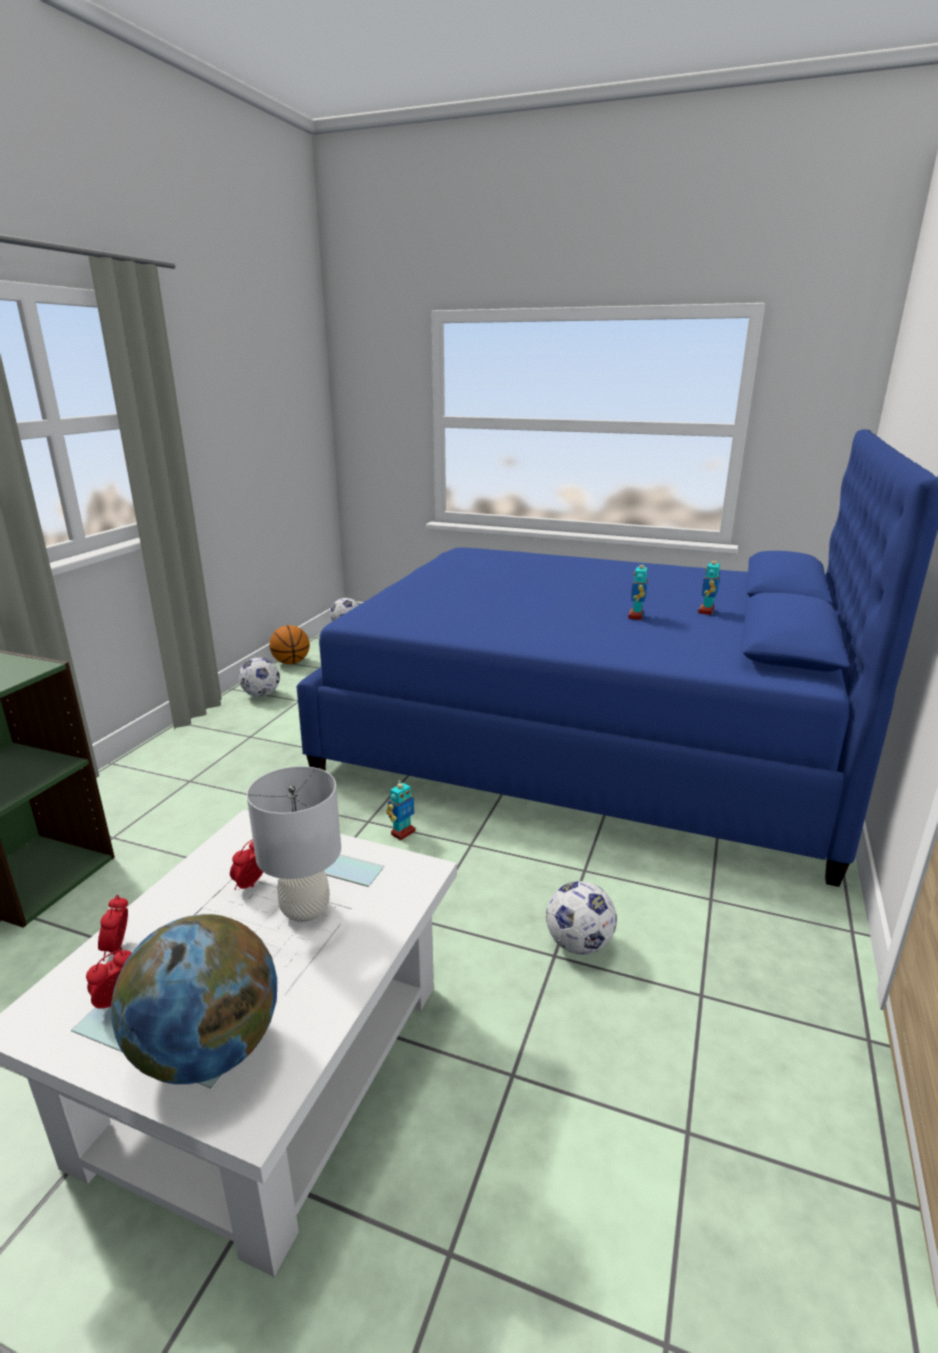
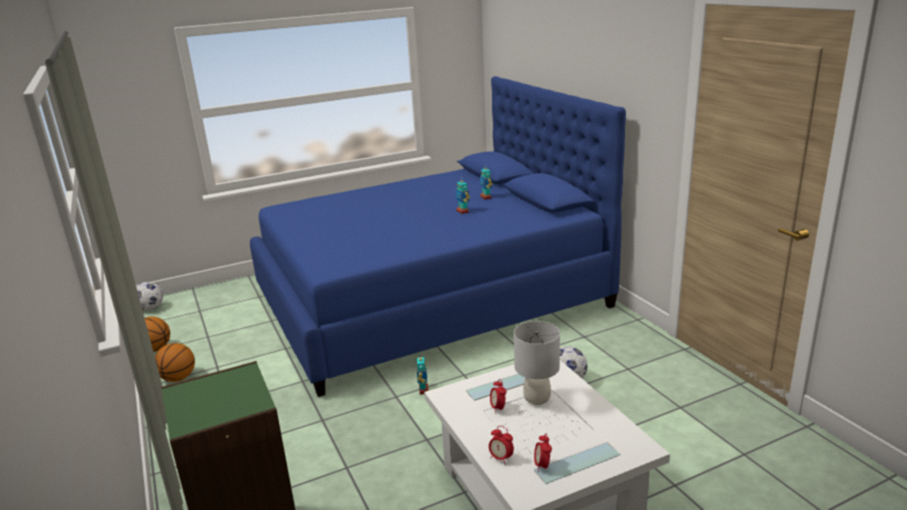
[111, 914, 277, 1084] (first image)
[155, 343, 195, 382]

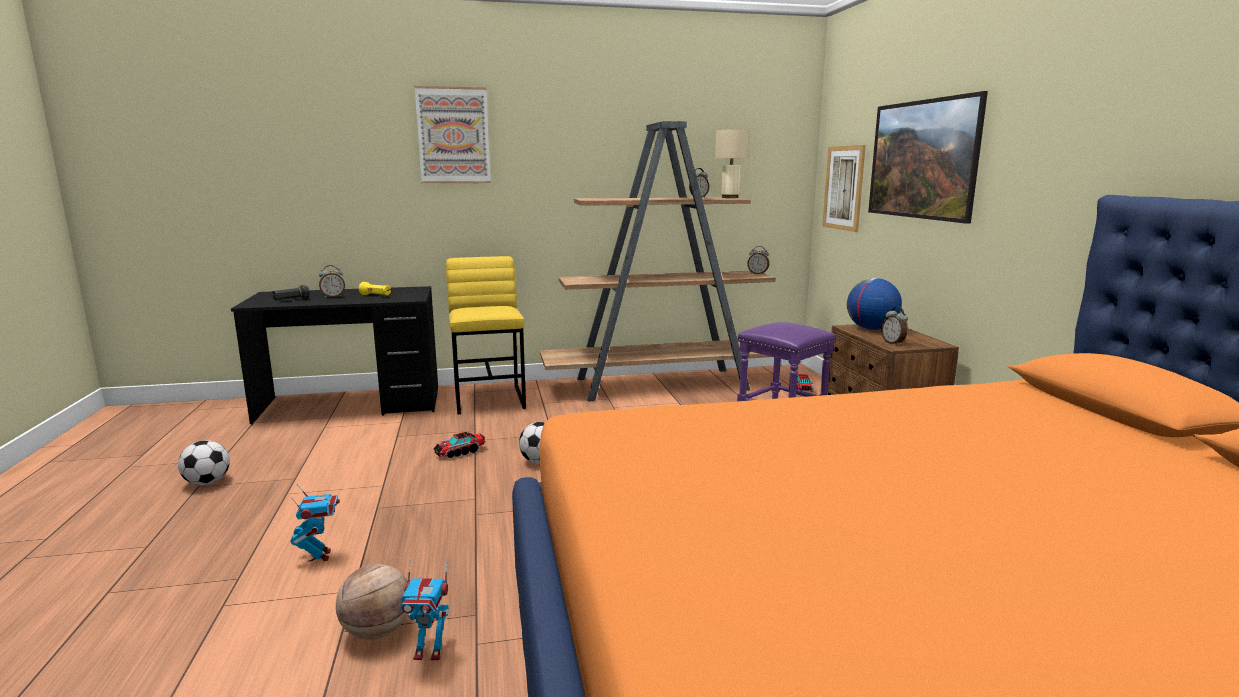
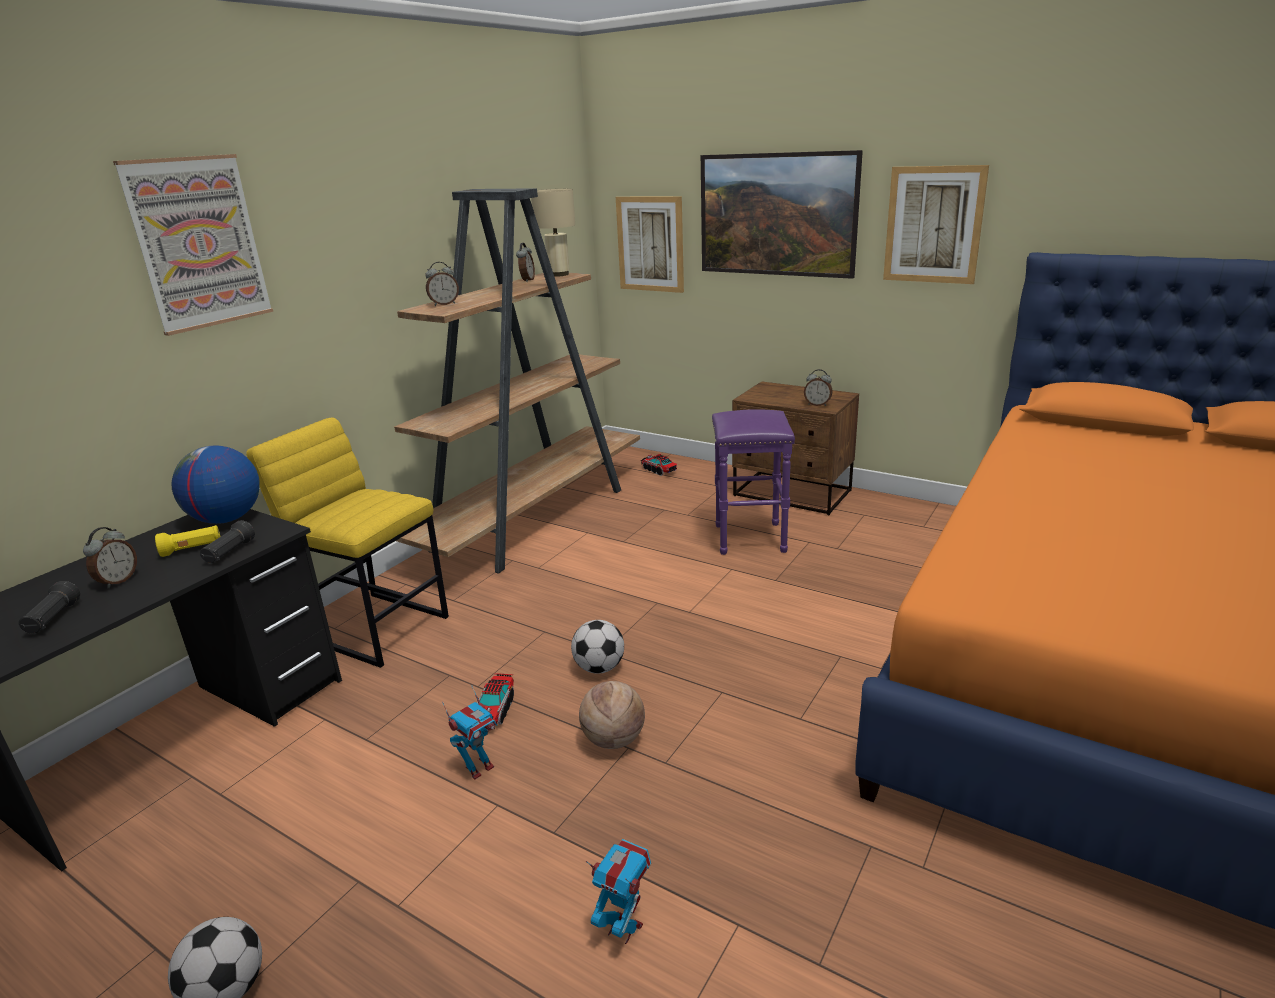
[200, 520, 255, 563]
[883, 165, 989, 284]
[579, 681, 645, 749]
[442, 685, 497, 779]
[425, 262, 459, 306]
[171, 446, 260, 524]

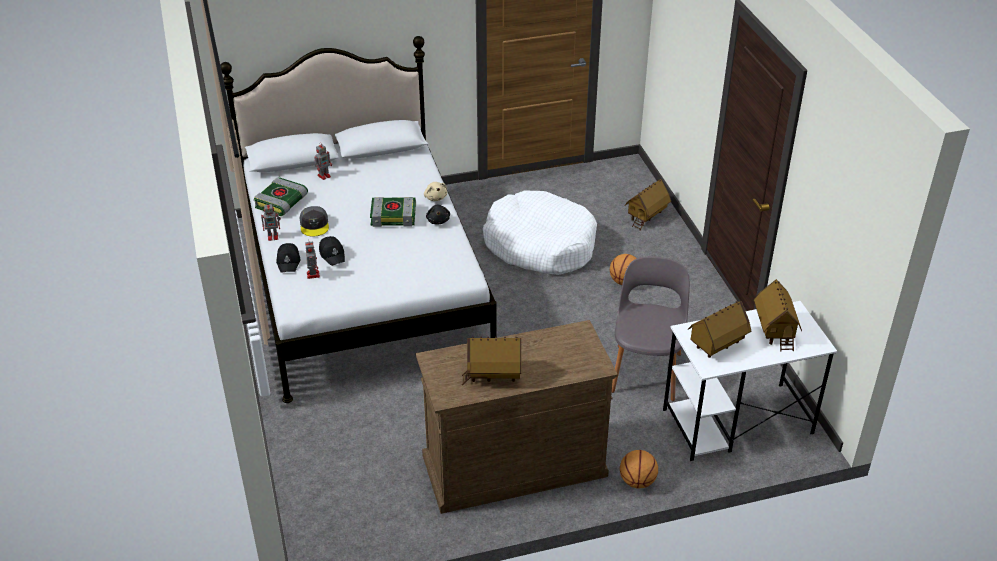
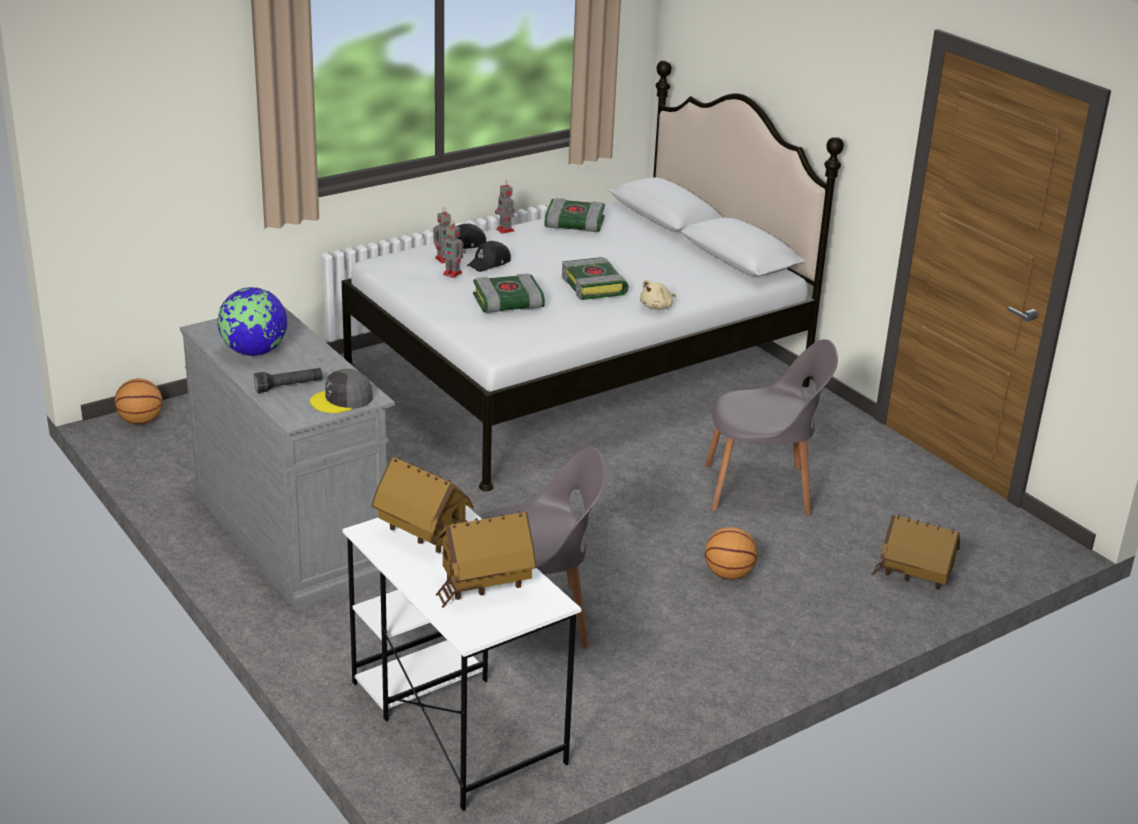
[426, 205, 450, 225] (first image)
[254, 368, 322, 393]
[473, 273, 545, 313]
[310, 369, 373, 413]
[440, 221, 466, 278]
[115, 378, 163, 425]
[217, 287, 287, 356]
[705, 339, 838, 516]
[180, 306, 395, 611]

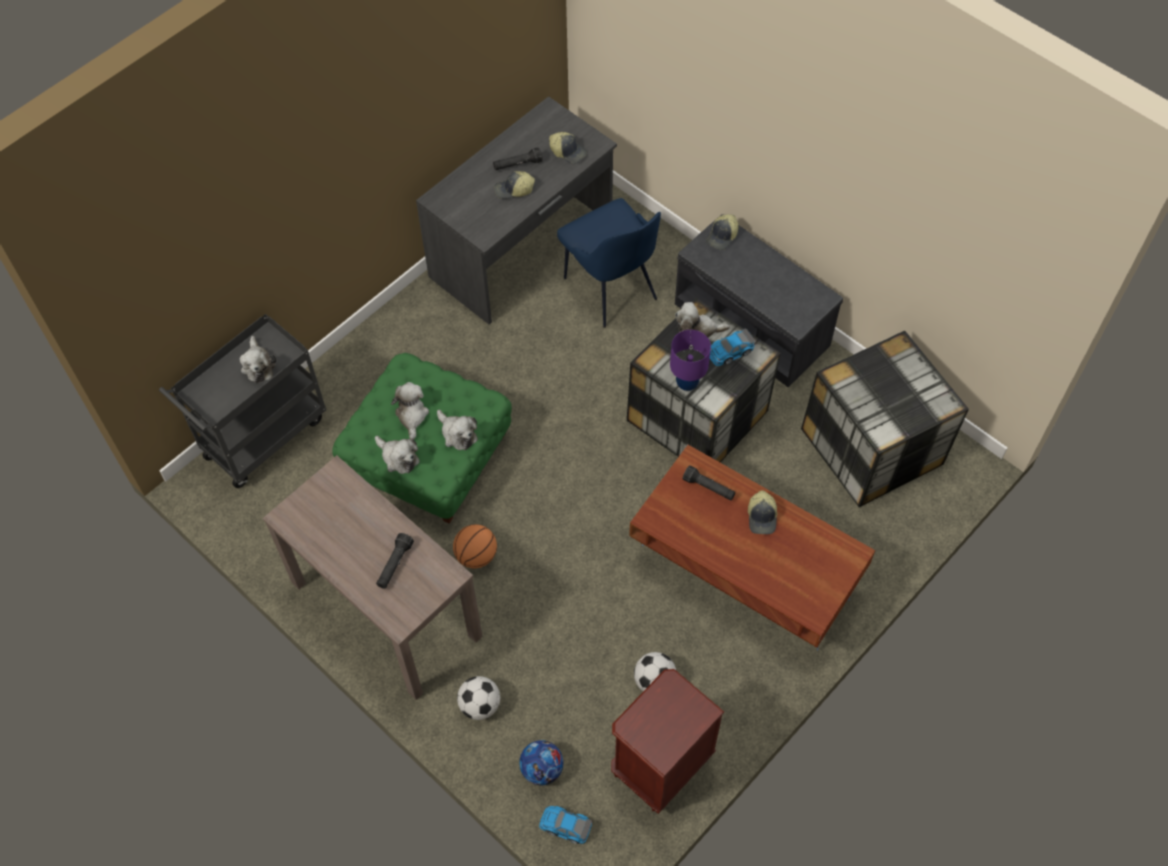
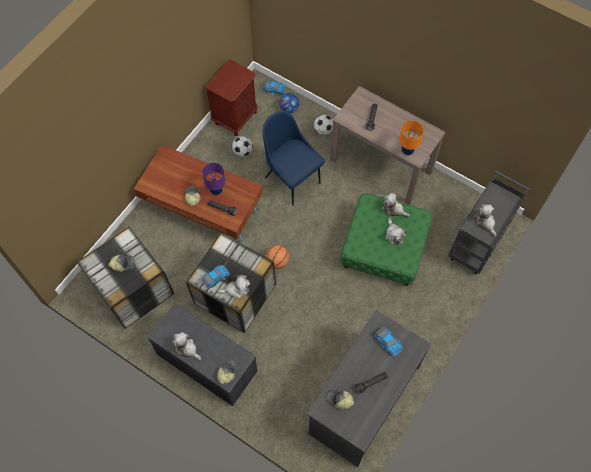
[375, 326, 403, 357]
[399, 121, 424, 155]
[171, 332, 201, 361]
[266, 245, 290, 269]
[108, 255, 135, 272]
[263, 110, 325, 206]
[202, 163, 225, 195]

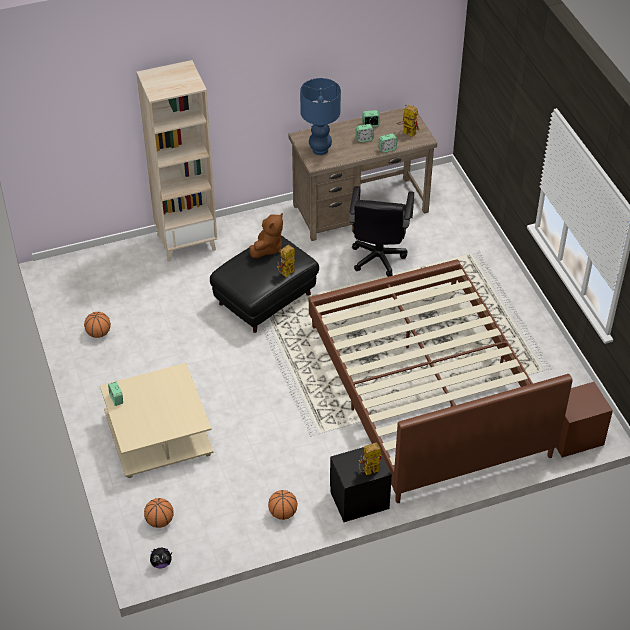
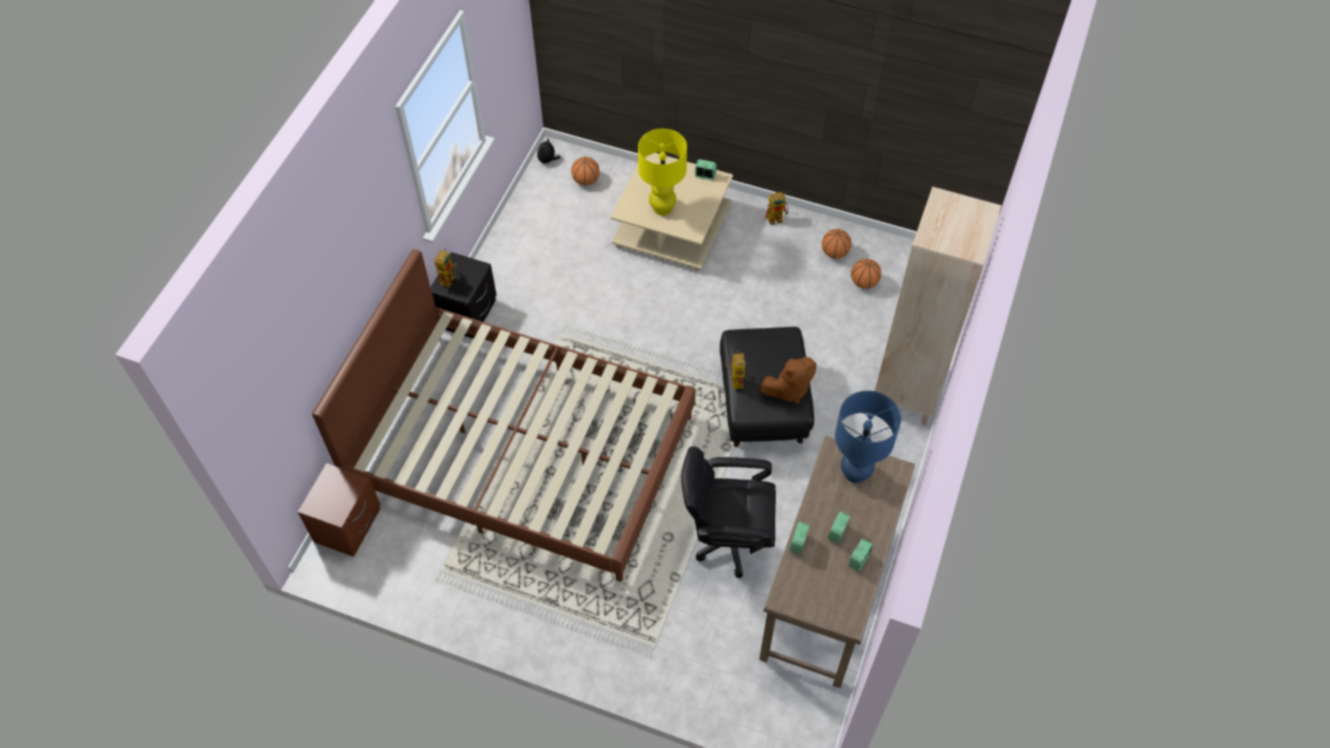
[638, 128, 687, 215]
[851, 259, 881, 289]
[765, 192, 788, 225]
[759, 357, 817, 404]
[681, 446, 776, 578]

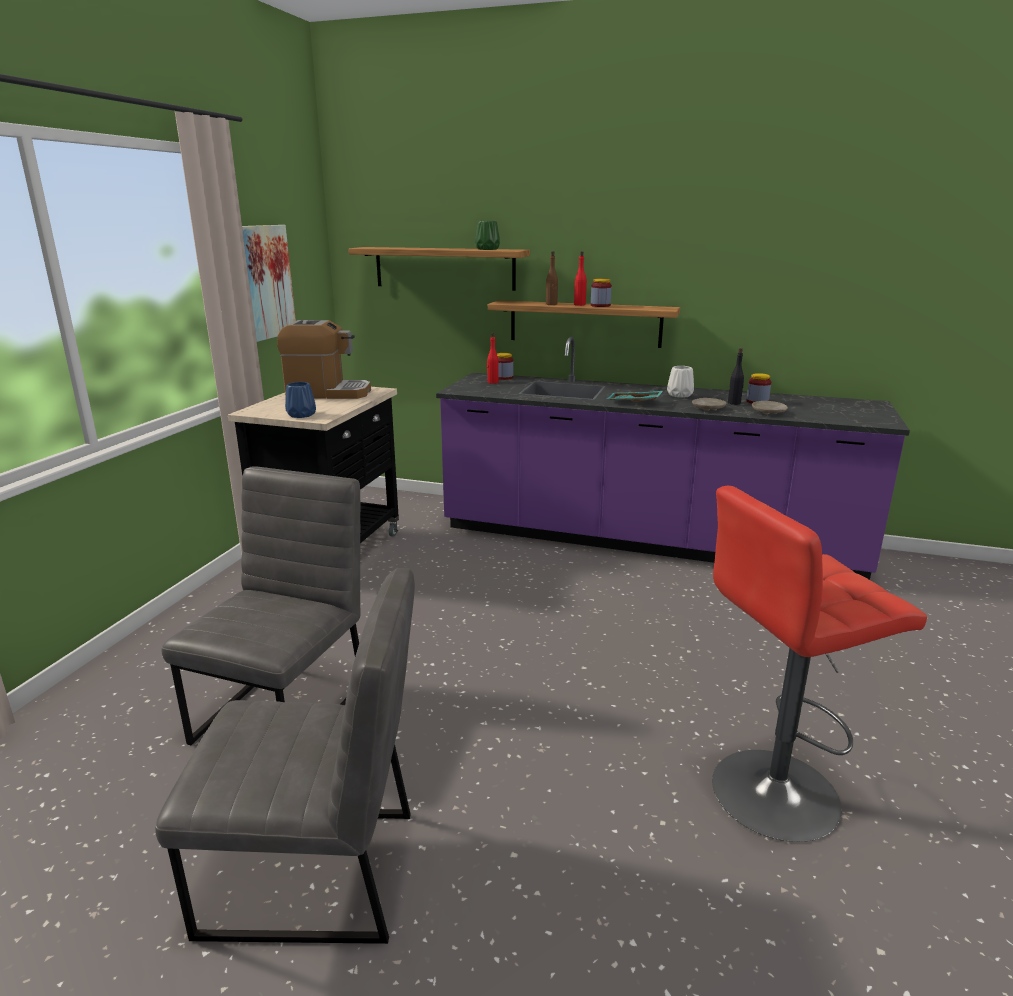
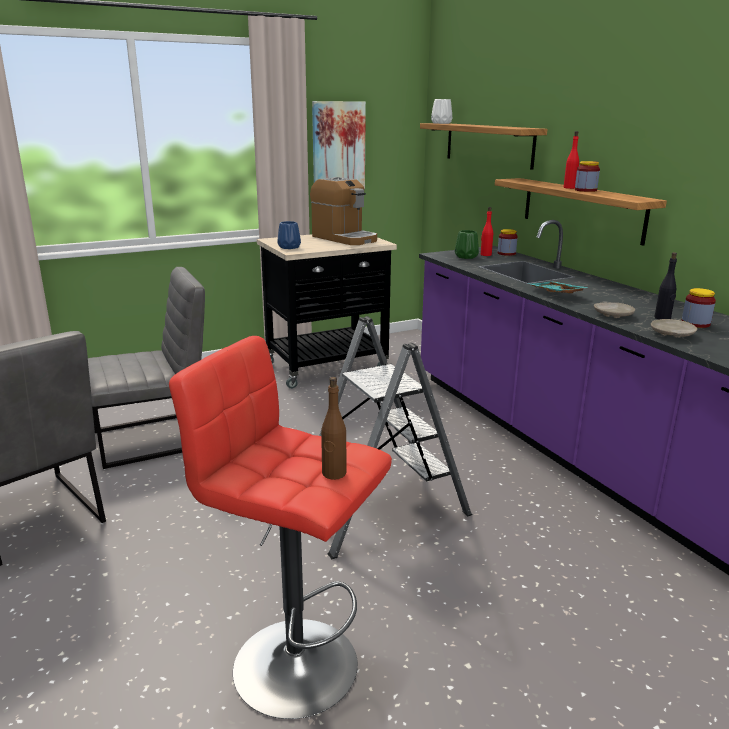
[319, 316, 473, 559]
[455, 230, 479, 259]
[321, 377, 346, 480]
[431, 99, 452, 124]

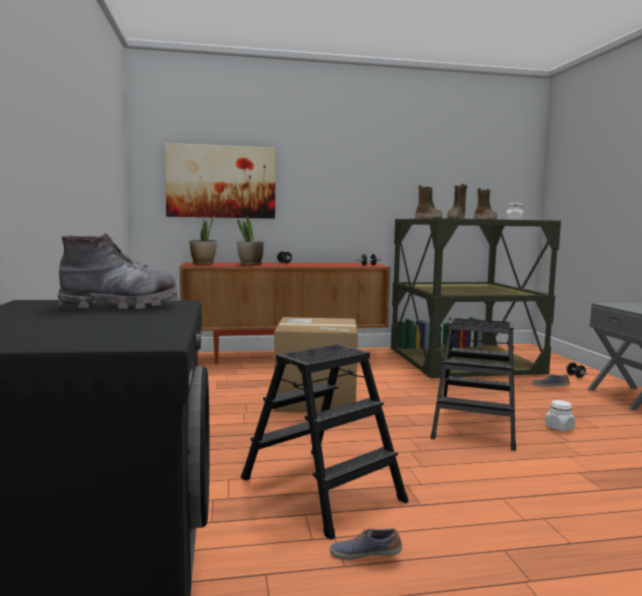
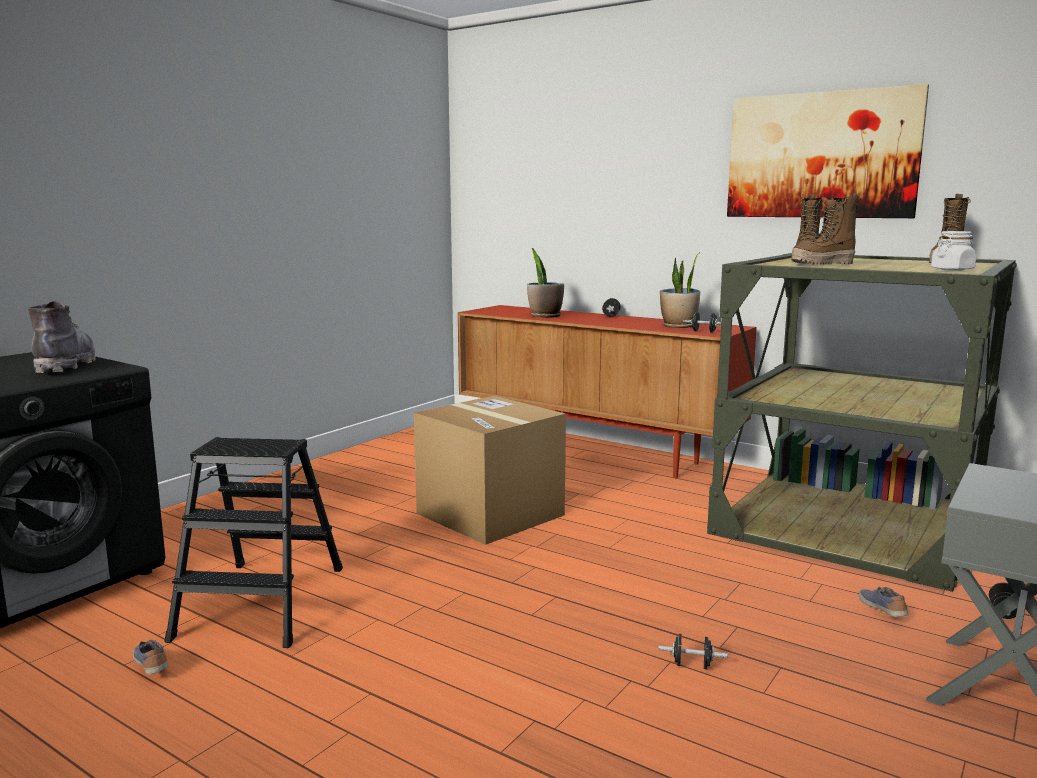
[431, 317, 516, 451] (first image)
[727, 84, 929, 218]
[660, 252, 700, 328]
[658, 634, 728, 669]
[28, 301, 96, 373]

